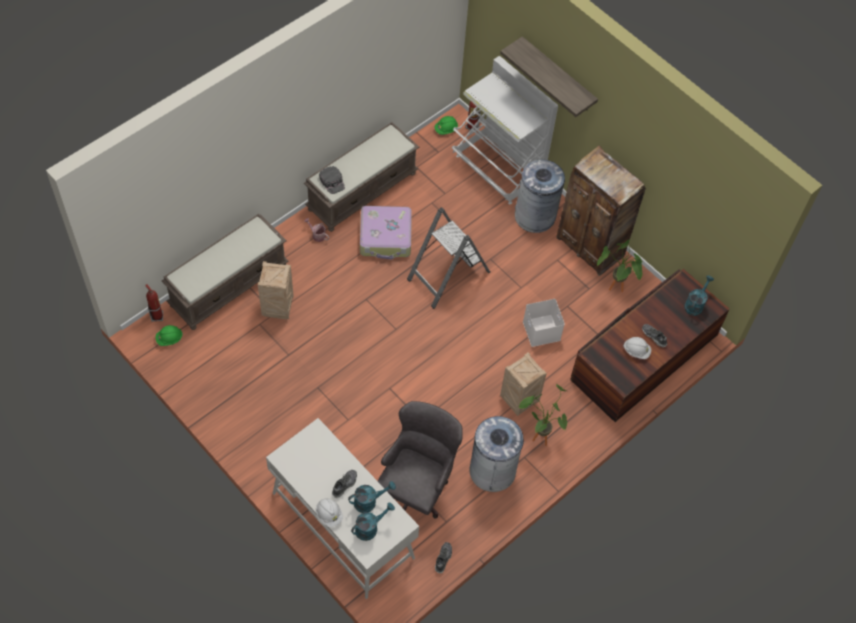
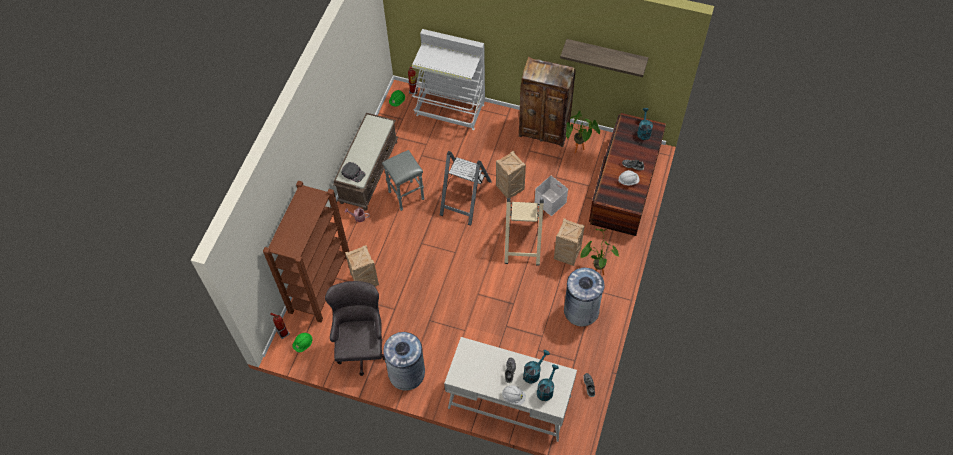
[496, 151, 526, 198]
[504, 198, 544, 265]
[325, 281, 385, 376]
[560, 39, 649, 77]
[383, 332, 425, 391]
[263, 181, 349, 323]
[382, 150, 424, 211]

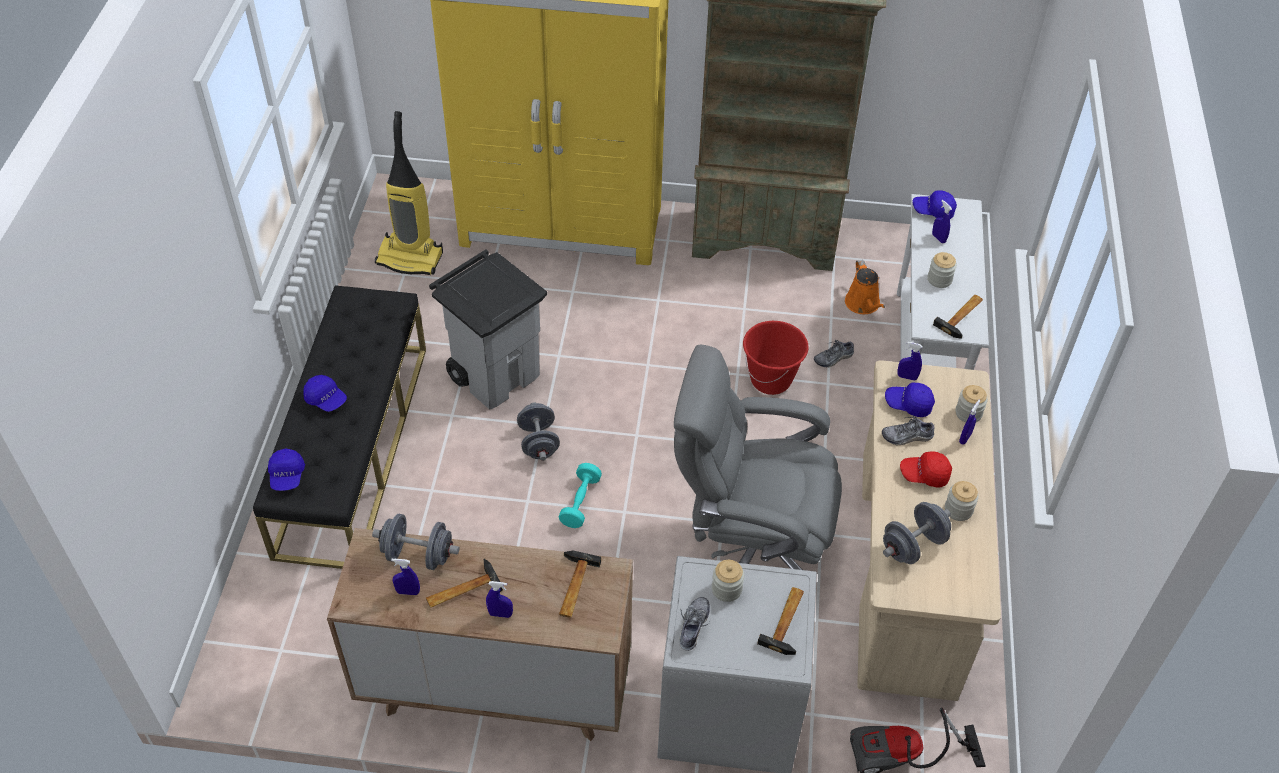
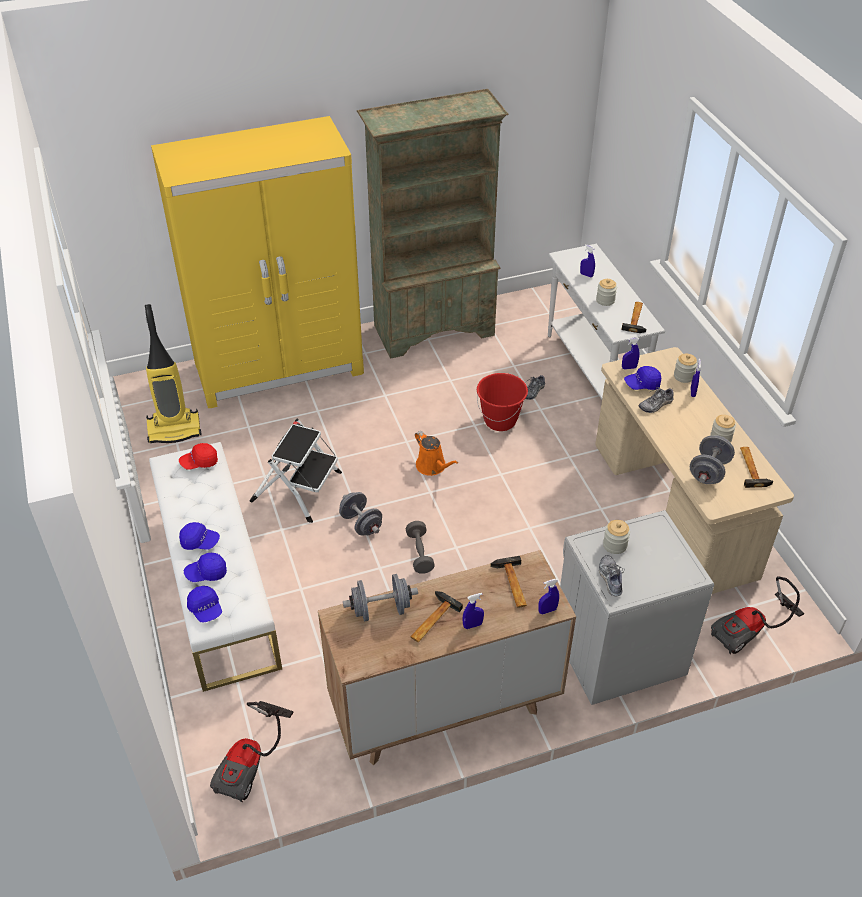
[674, 345, 842, 570] (first image)
[210, 701, 293, 802]
[538, 579, 559, 614]
[740, 447, 773, 488]
[415, 431, 459, 476]
[179, 443, 218, 470]
[184, 553, 227, 582]
[249, 418, 342, 523]
[149, 442, 282, 692]
[406, 521, 435, 574]

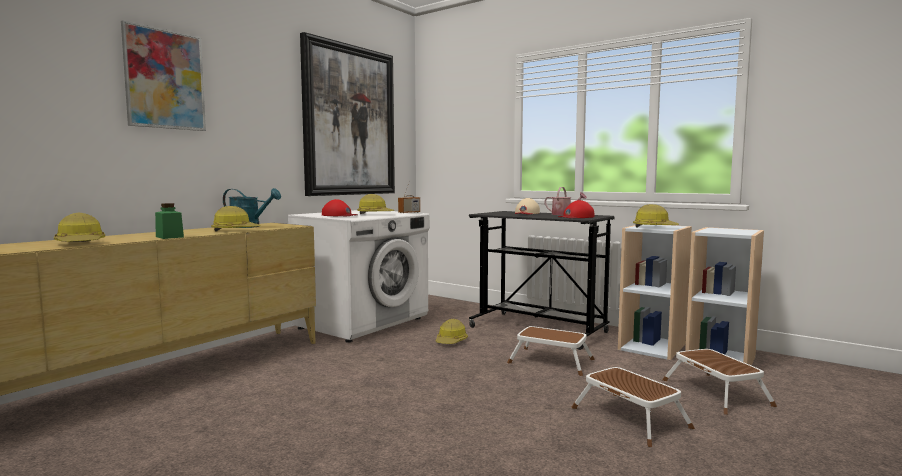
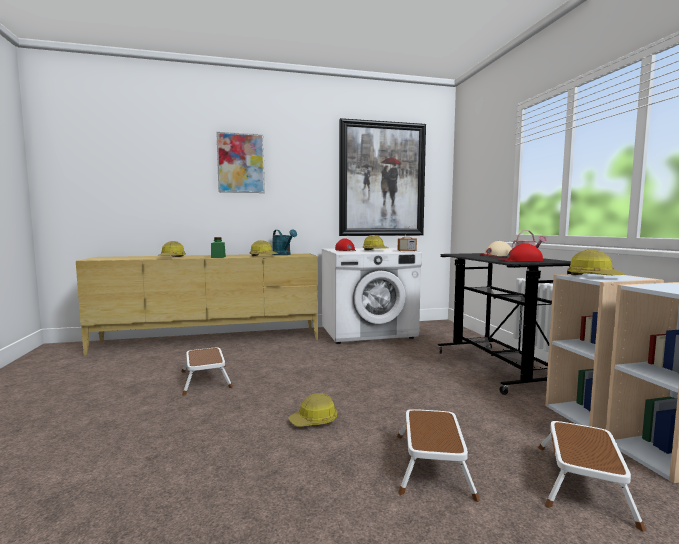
[288, 393, 337, 427]
[181, 347, 233, 395]

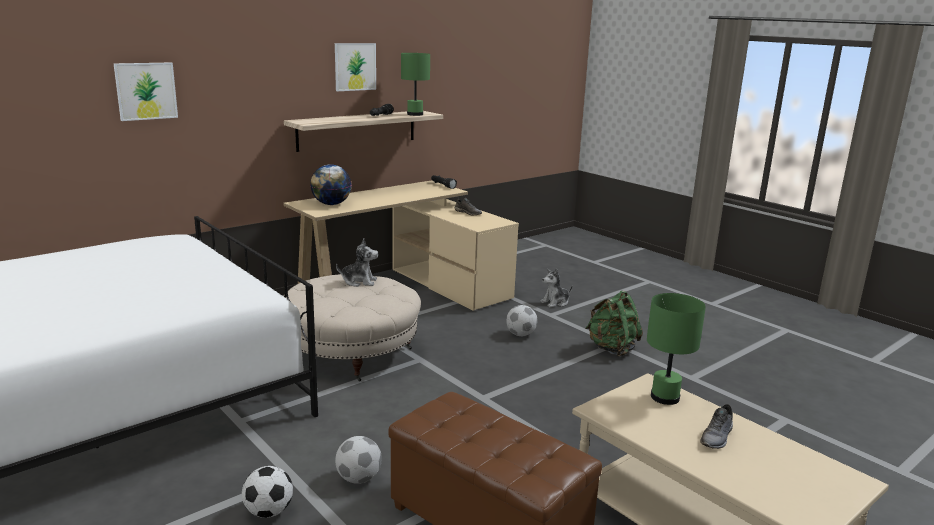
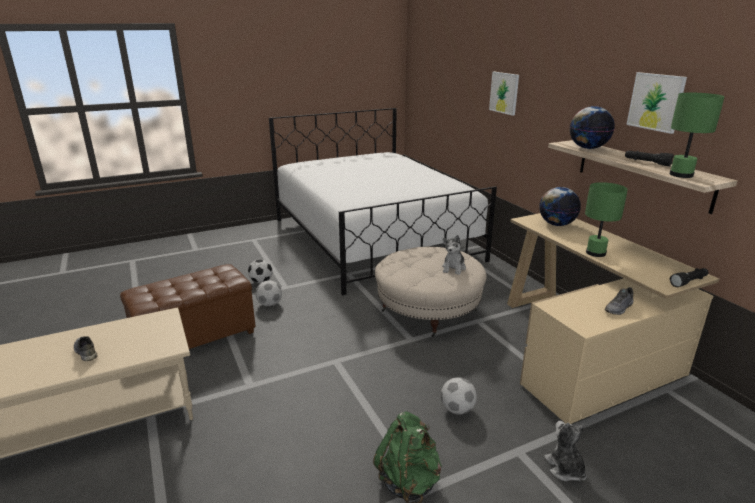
[570, 106, 615, 149]
[585, 182, 628, 257]

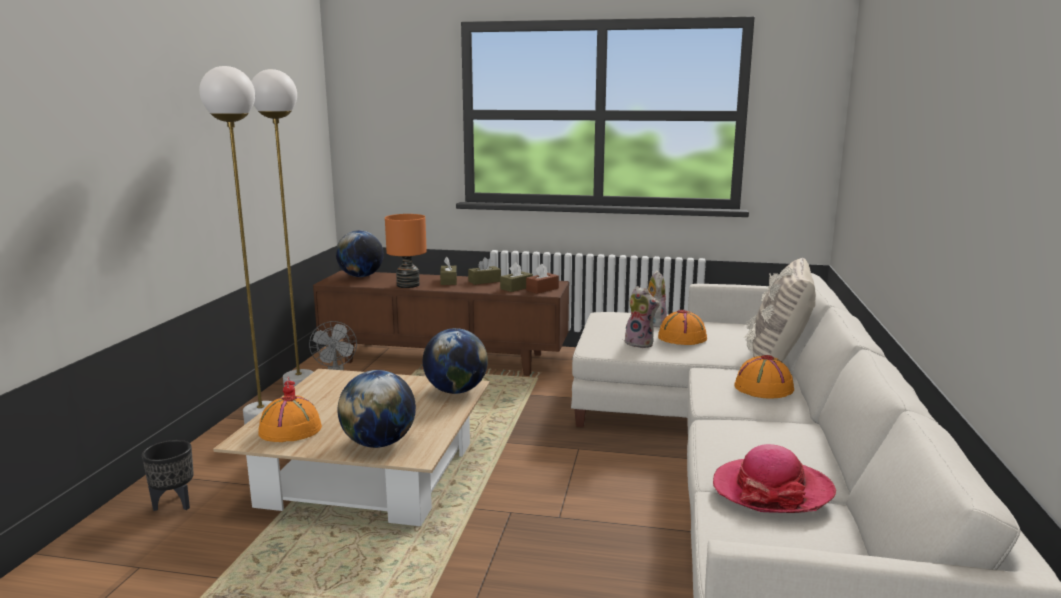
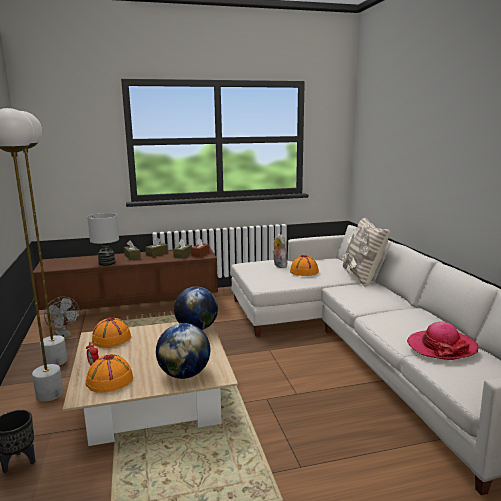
[336, 230, 384, 277] (first image)
[625, 286, 659, 348] (first image)
[92, 317, 131, 348]
[87, 213, 119, 266]

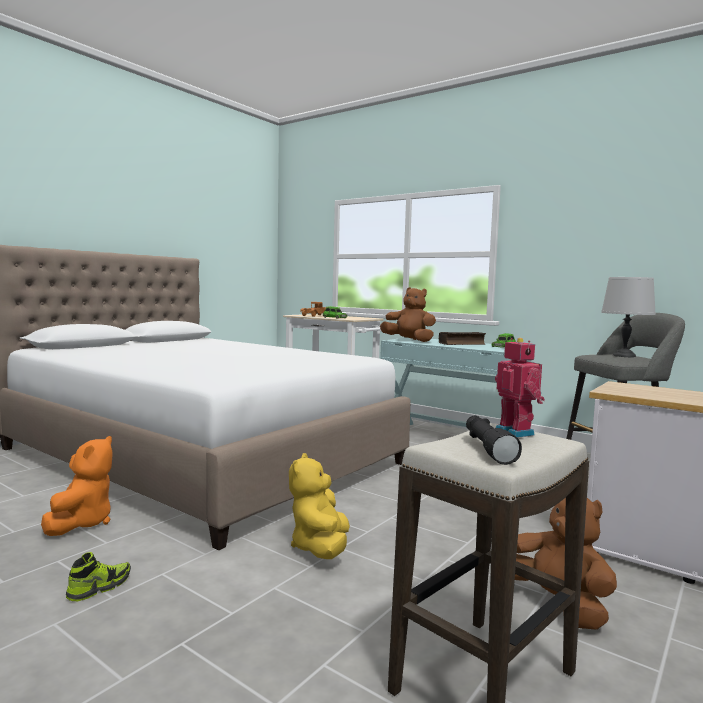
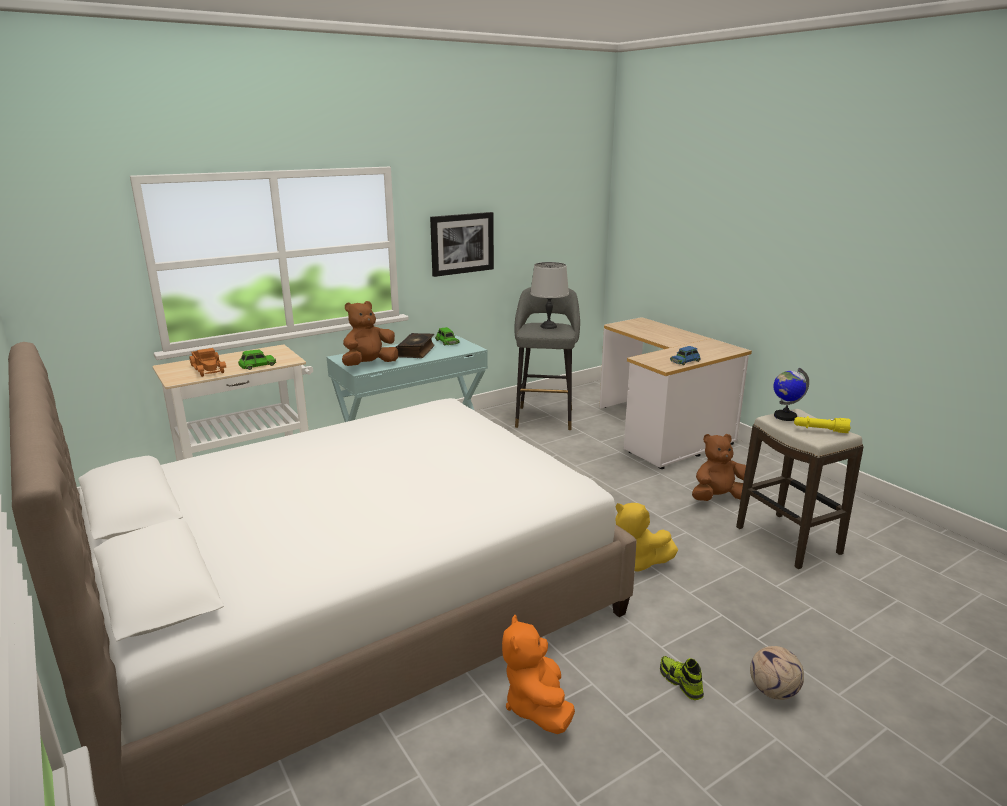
[430, 212, 494, 277]
[670, 346, 701, 365]
[750, 646, 804, 700]
[774, 368, 809, 421]
[794, 416, 851, 433]
[502, 615, 575, 734]

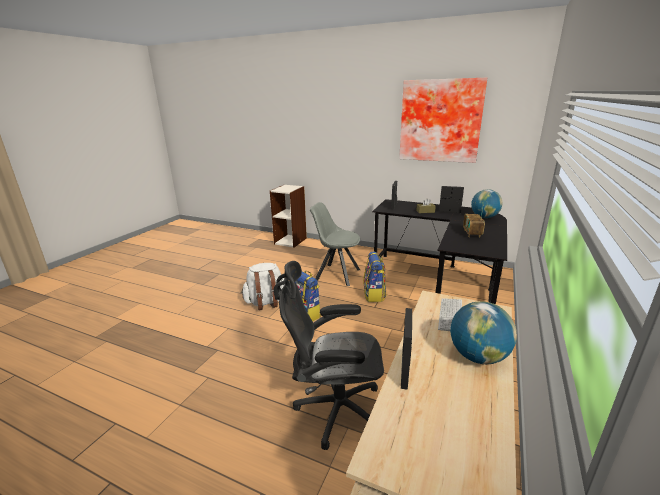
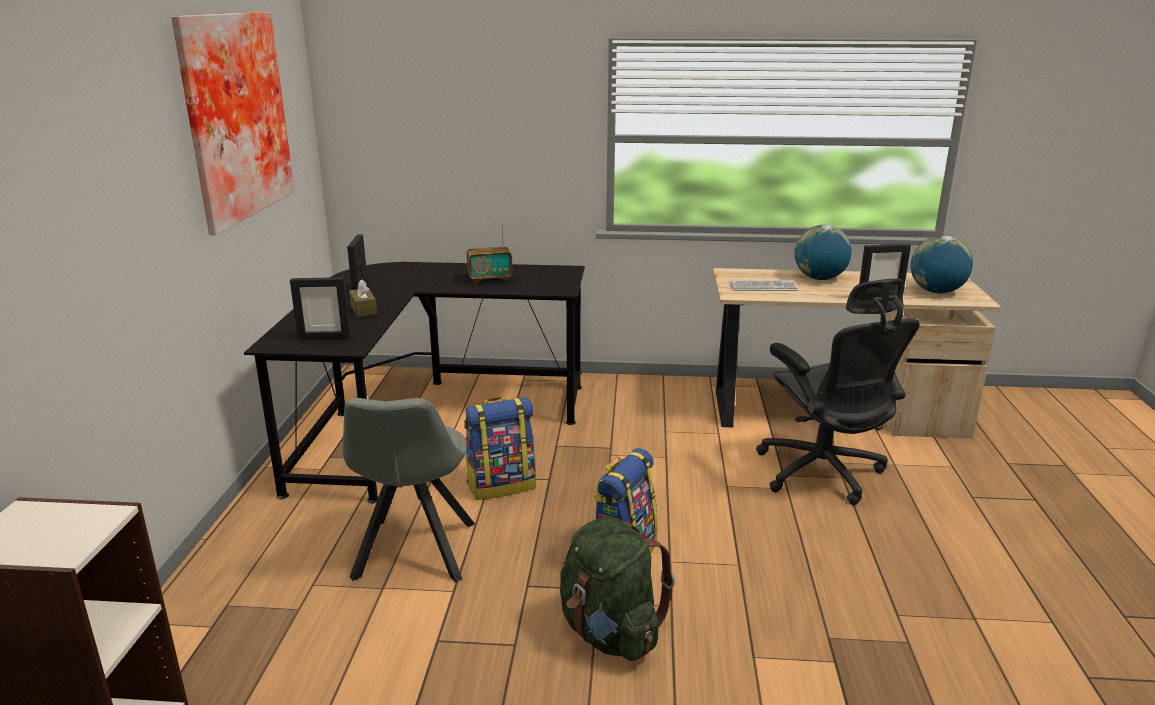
[910, 236, 973, 293]
[560, 517, 675, 661]

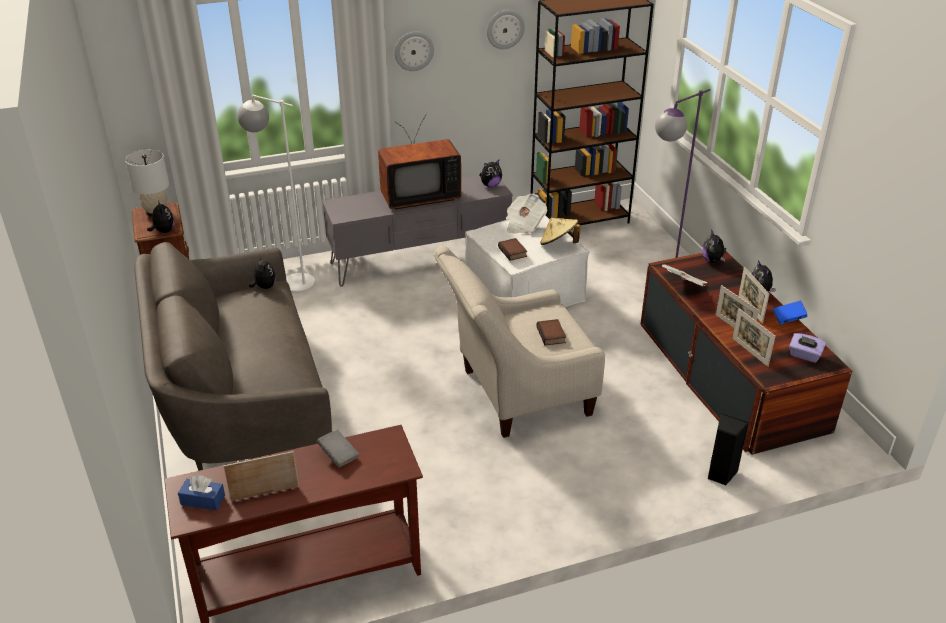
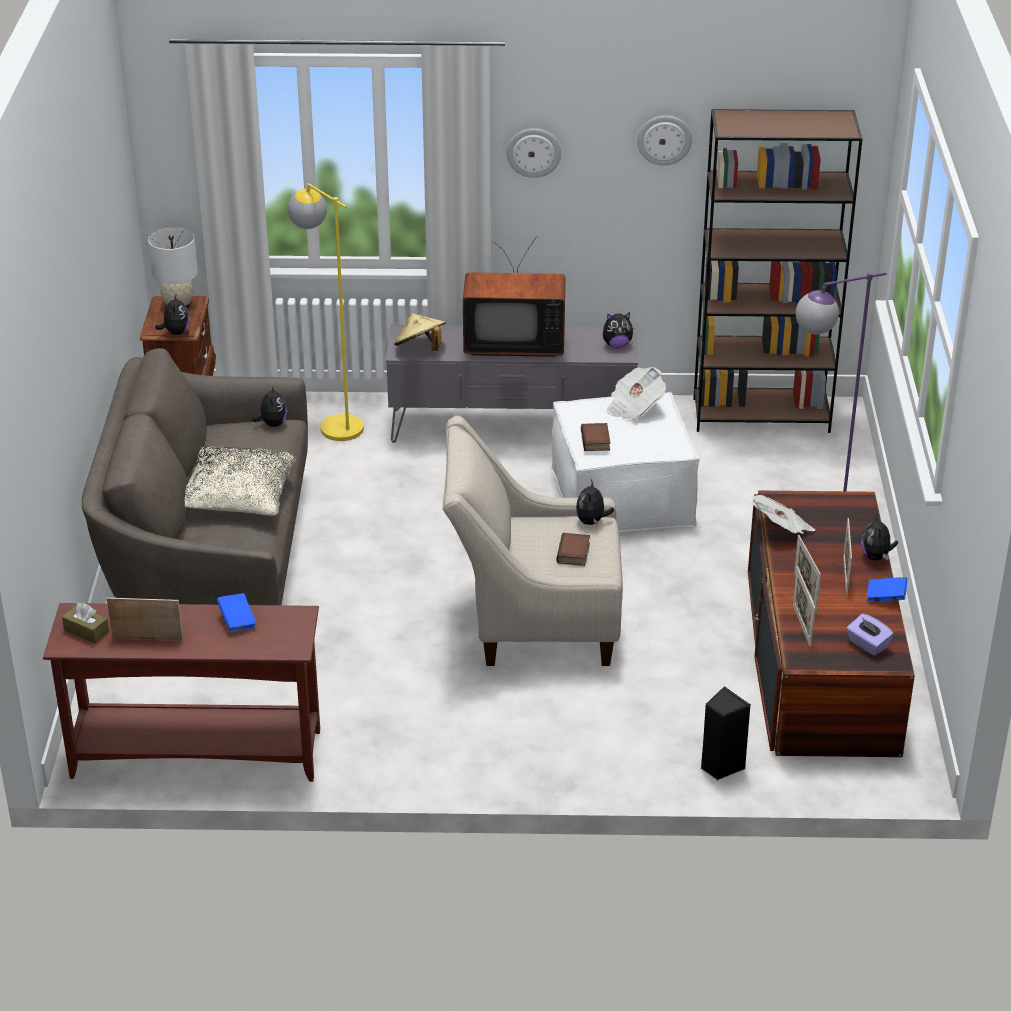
[185, 446, 296, 516]
[394, 313, 446, 351]
[576, 479, 614, 525]
[62, 603, 109, 644]
[287, 183, 364, 441]
[216, 593, 256, 632]

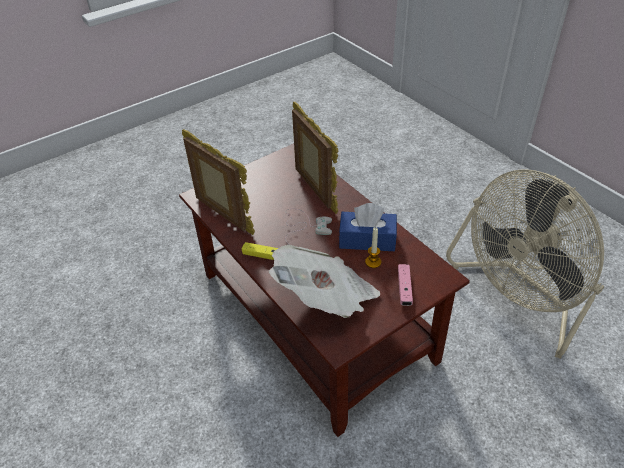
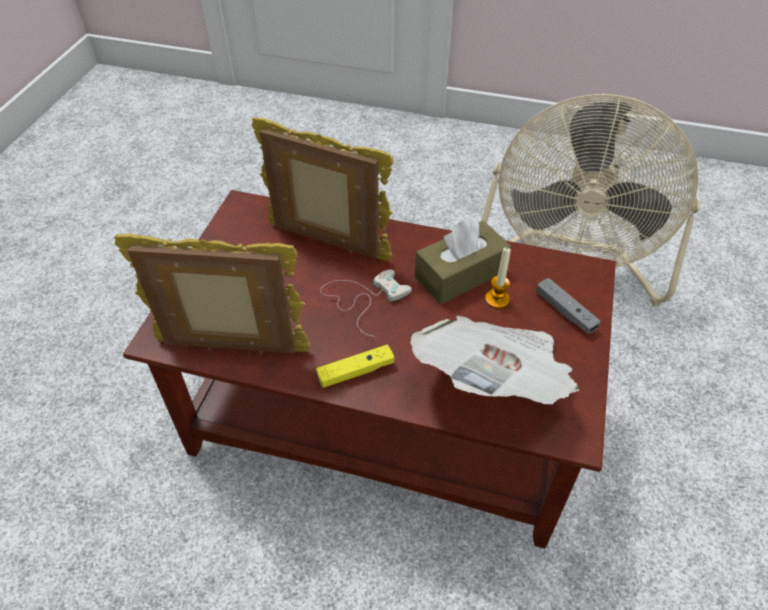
[415, 218, 511, 304]
[536, 278, 601, 334]

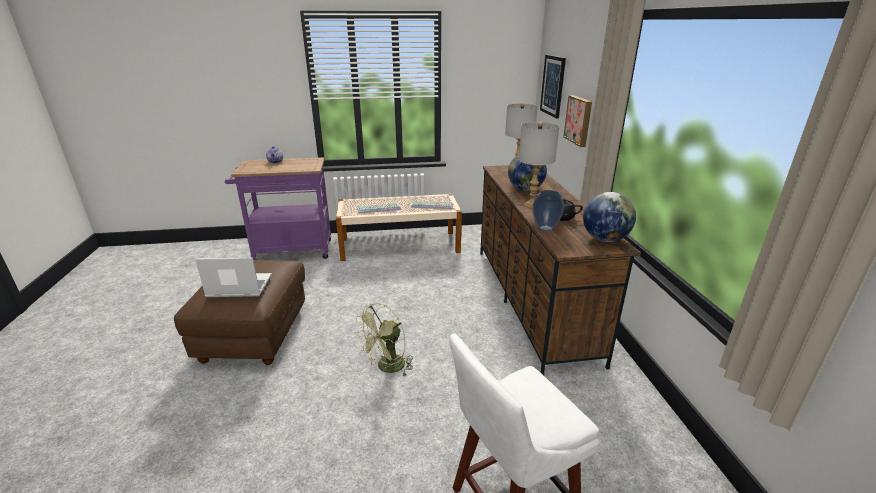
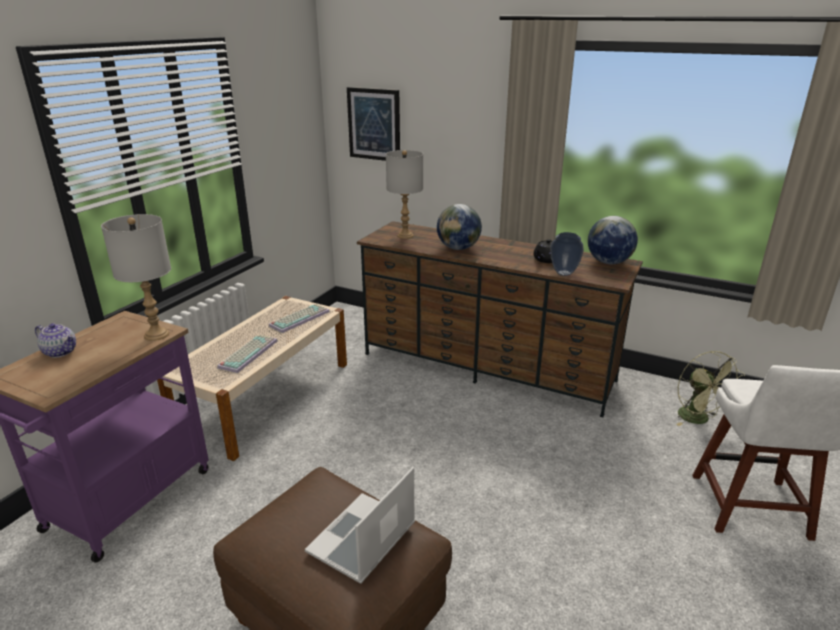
[563, 95, 592, 147] (first image)
[676, 351, 745, 426]
[101, 214, 171, 341]

